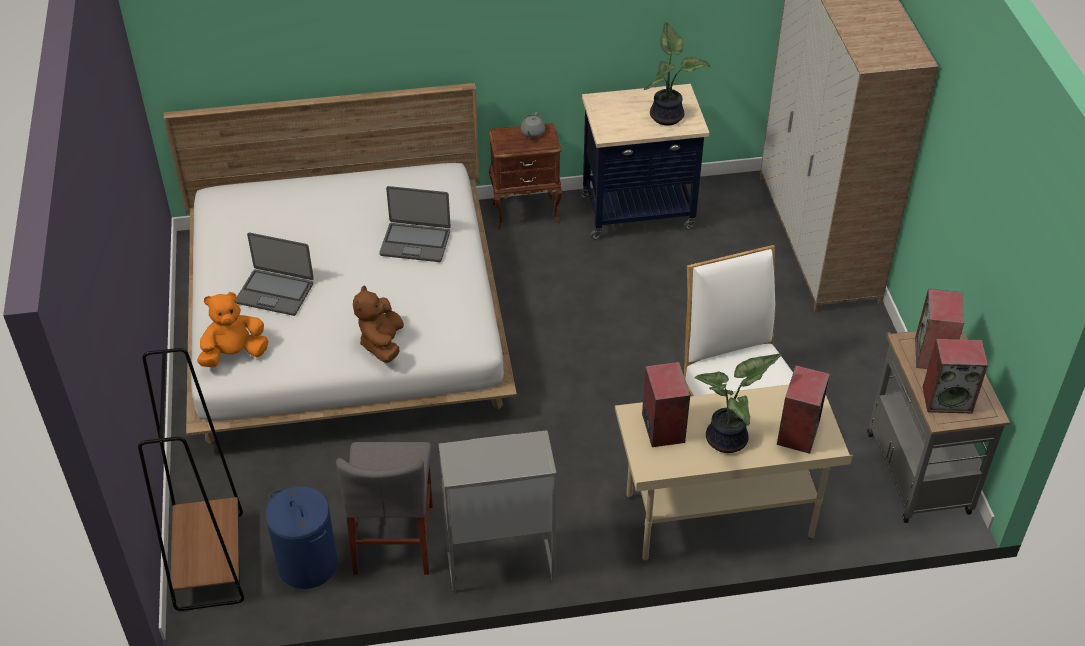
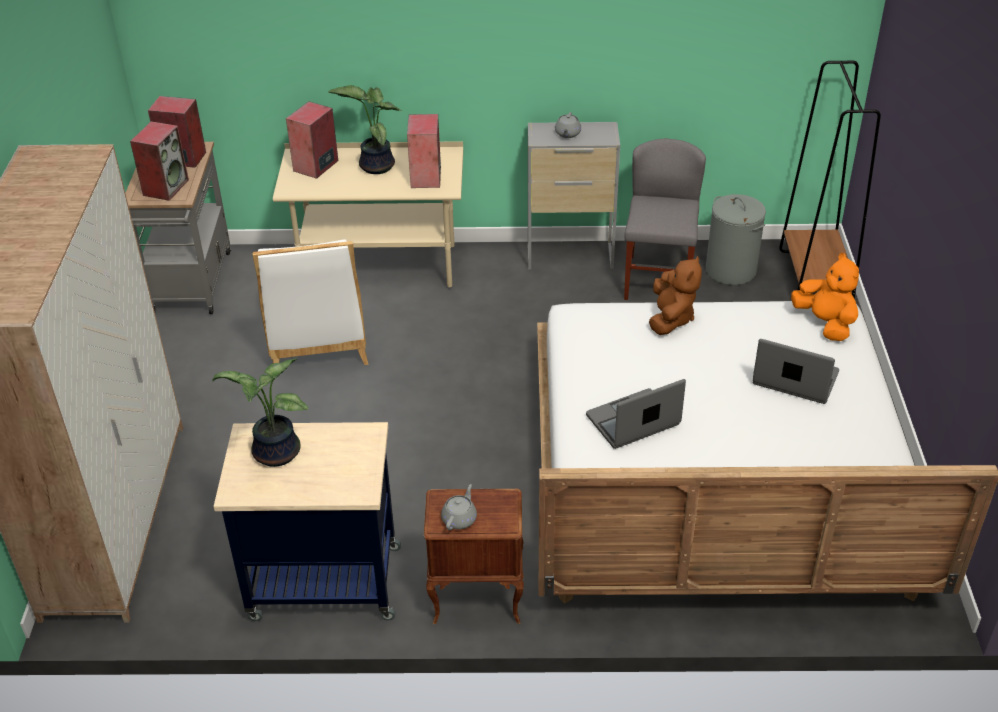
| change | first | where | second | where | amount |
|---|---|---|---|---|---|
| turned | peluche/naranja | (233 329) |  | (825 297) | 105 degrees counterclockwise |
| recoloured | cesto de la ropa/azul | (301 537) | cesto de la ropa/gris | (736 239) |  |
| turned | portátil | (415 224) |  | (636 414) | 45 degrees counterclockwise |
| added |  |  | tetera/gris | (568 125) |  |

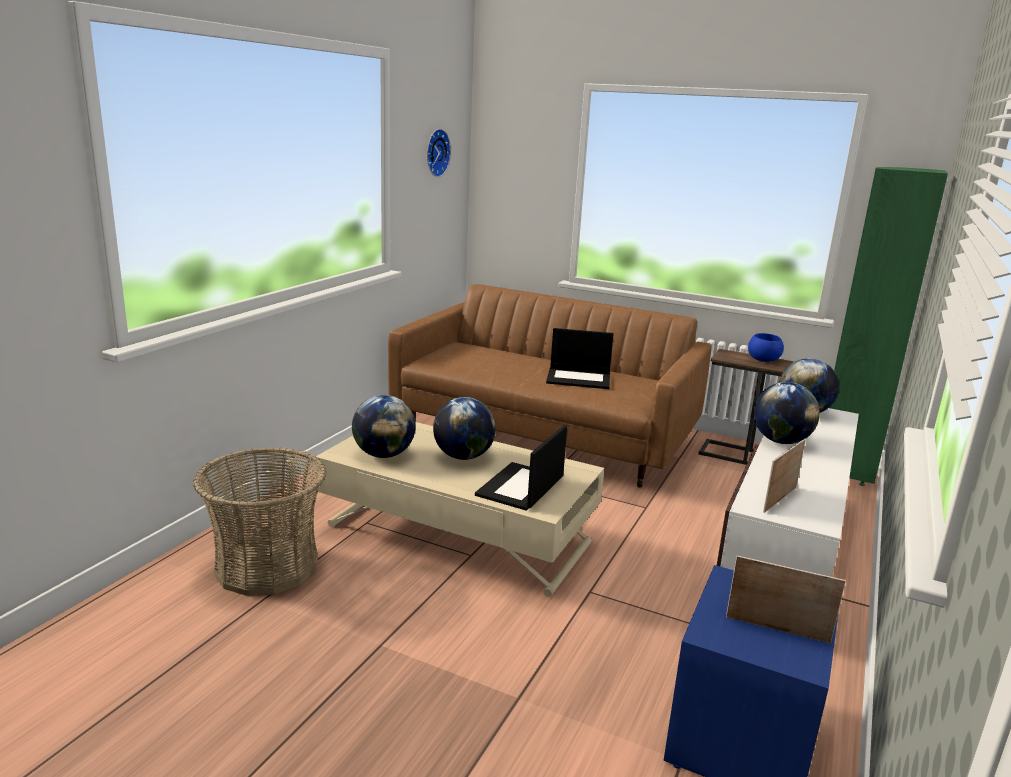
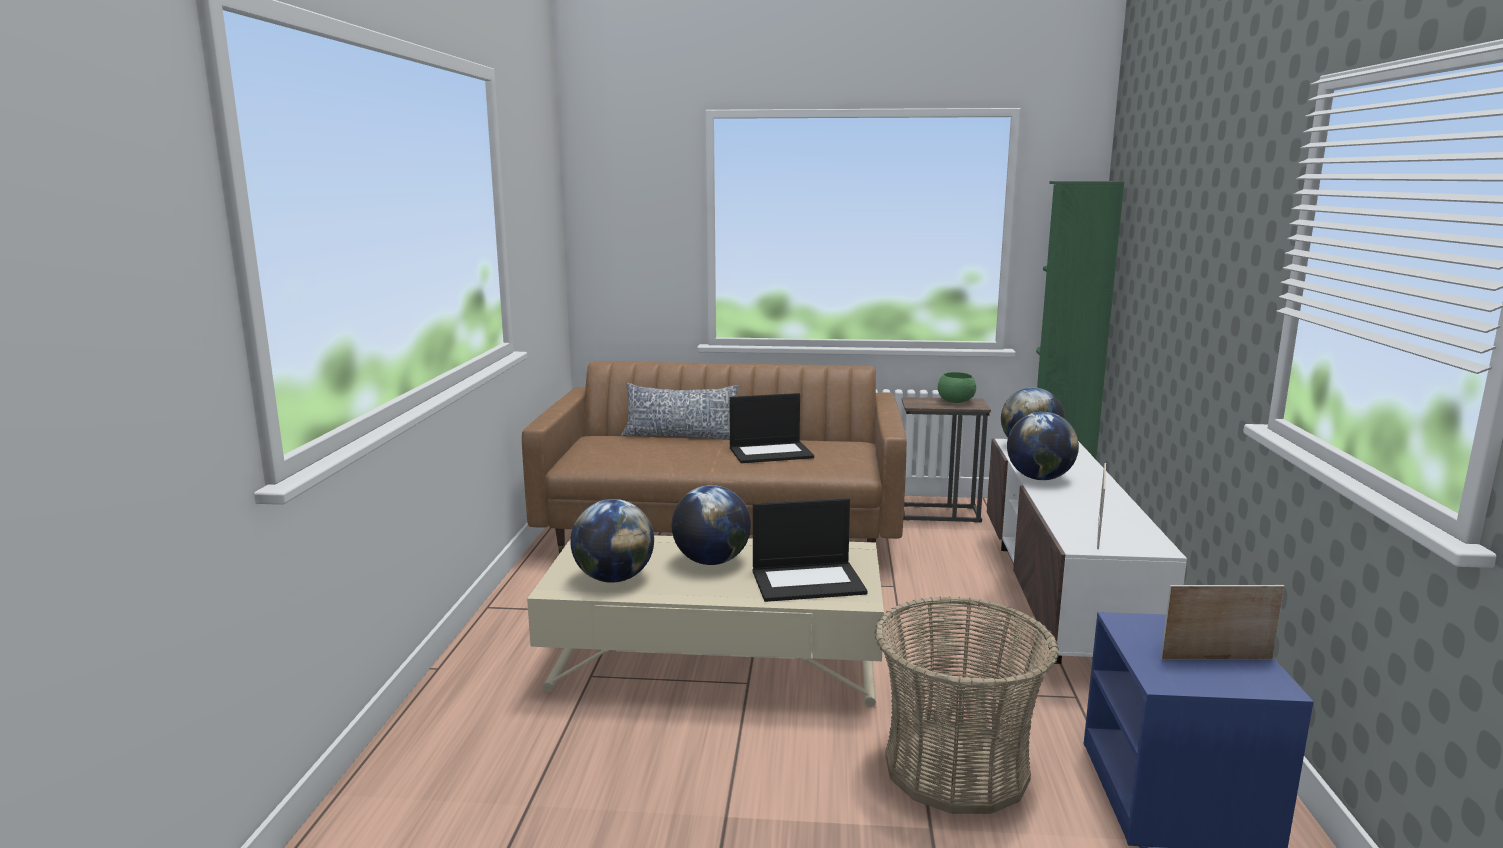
| change | first | where | second | where | amount |
|---|---|---|---|---|---|
| moved | cesta | (260 521) |  | (966 705) |  |
| removed | reloj de pared | (439 153) |  |  |  |
| turned | portátil | (521 468) |  | (810 550) | 105 degrees counterclockwise |
| recoloured | cuenco/azul | (766 347) | cuenco/verde | (957 387) |  |
| added |  |  | cojín | (680 411) |  |

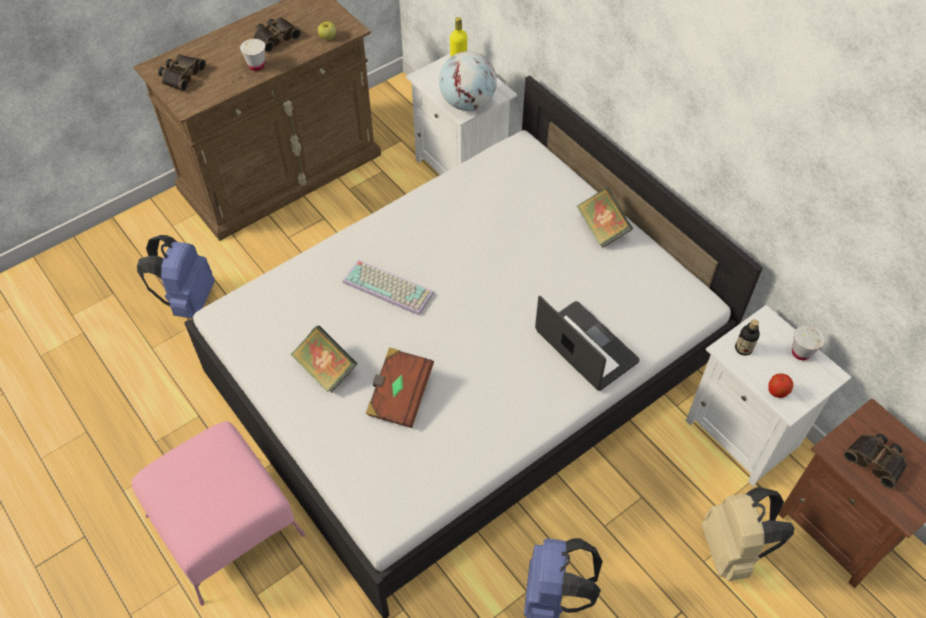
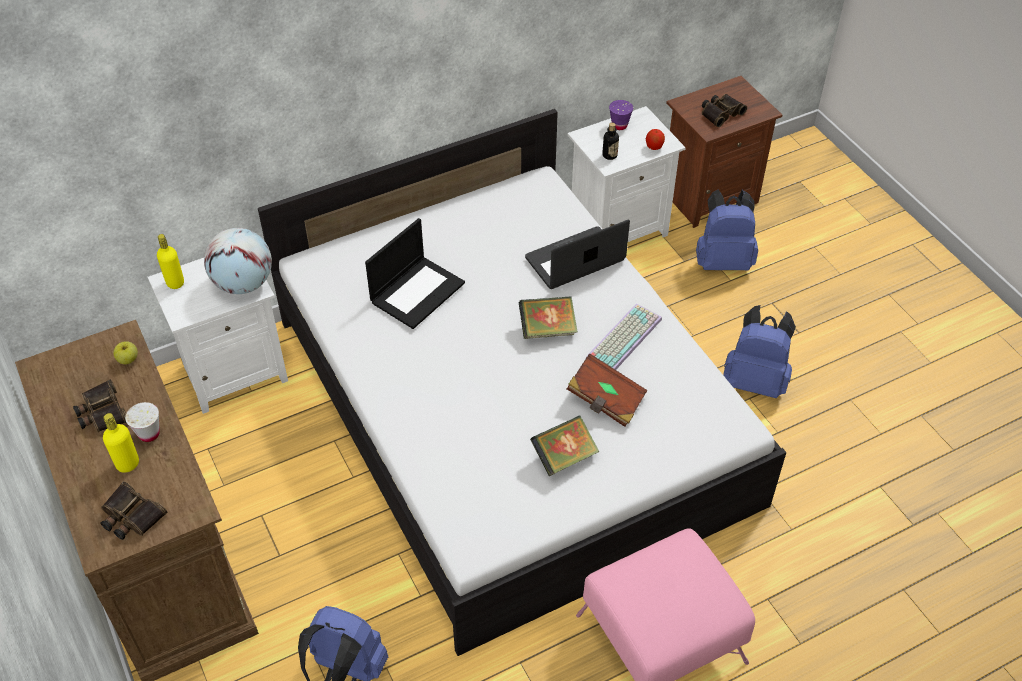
| change | first | where | second | where | amount |
|---|---|---|---|---|---|
| moved | teclado | (388 287) |  | (623 336) |  |
| moved | libro | (605 217) |  | (548 317) |  |
| recoloured | mochila/beis | (748 534) | mochila/azul | (727 230) |  |
| recoloured | taza/blanco | (808 342) | taza/morado | (621 115) |  |
| added |  |  | botella/amarillo | (121 443) |  |
| added |  |  | portátil | (415 273) |  |

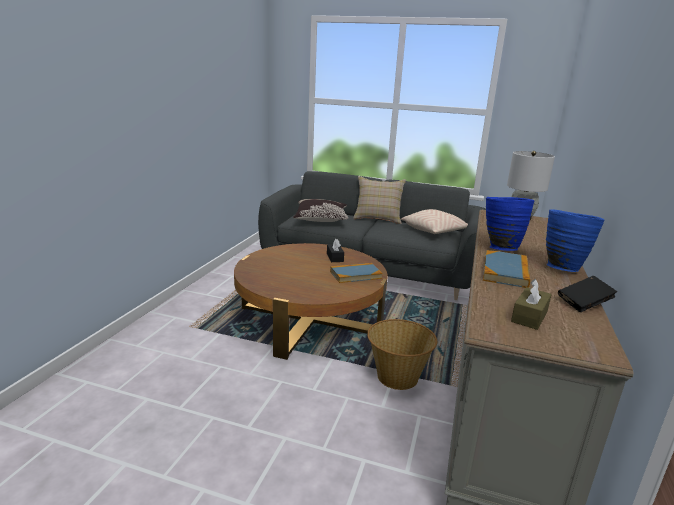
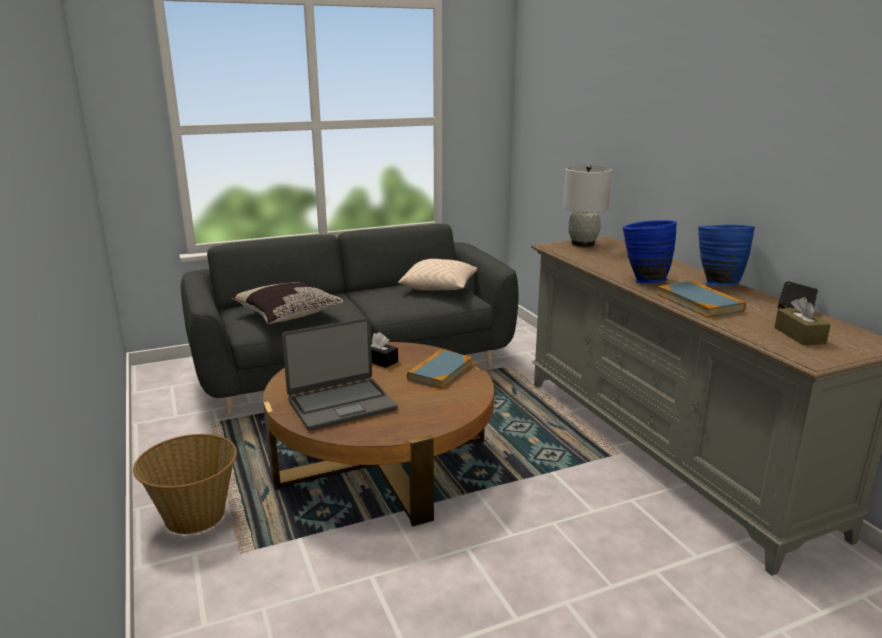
| change | first | where | second | where | amount |
|---|---|---|---|---|---|
| removed | cojín/beis | (379 200) |  |  |  |
| moved | cesta | (402 354) |  | (185 484) |  |
| added |  |  | portátil | (340 374) |  |

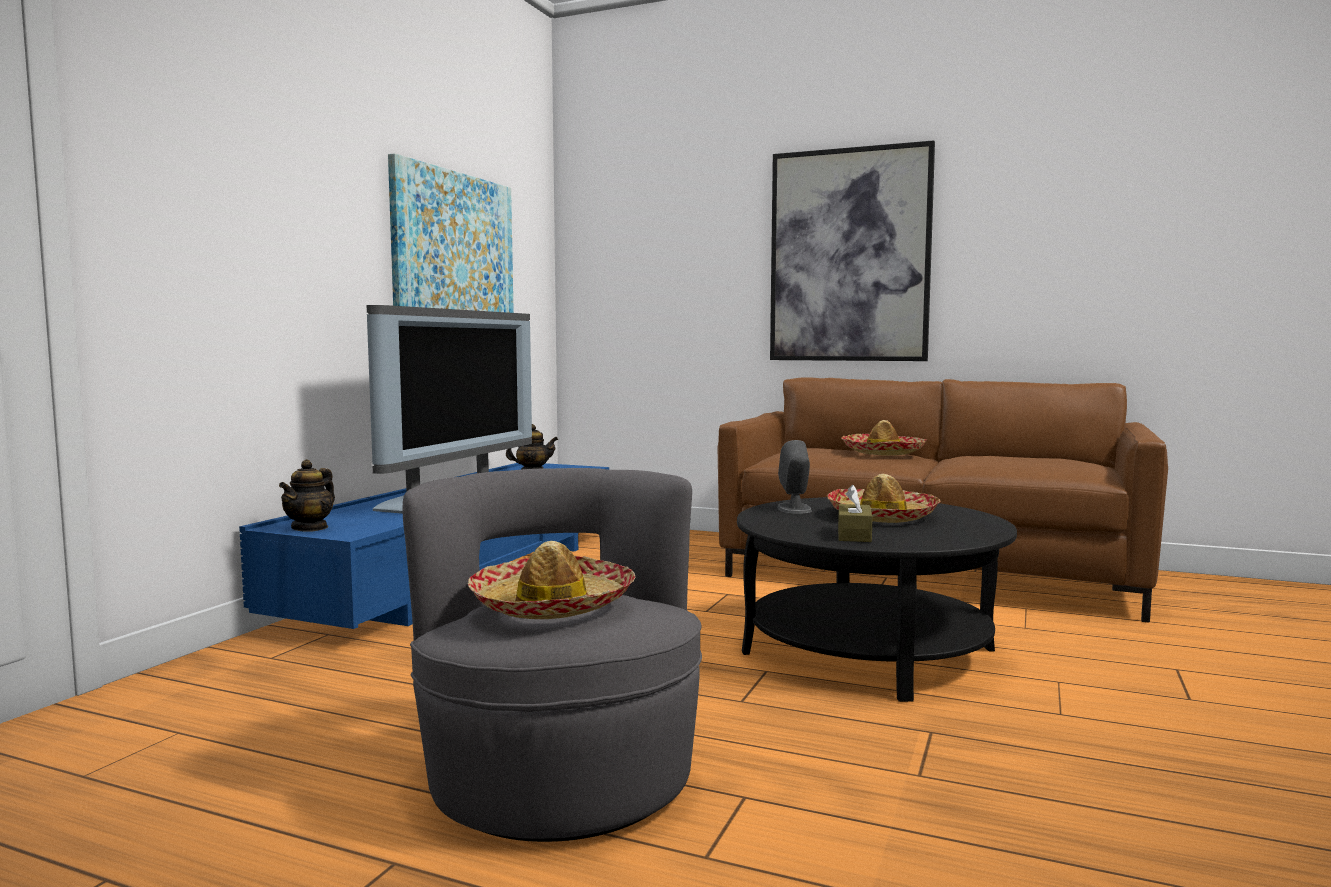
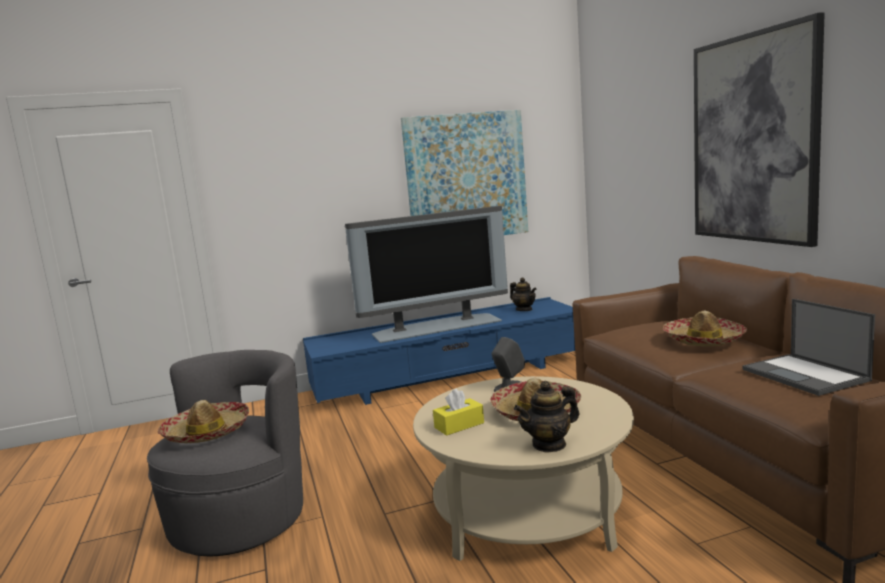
| change | first | where | second | where | amount |
|---|---|---|---|---|---|
| moved | tetera | (307 495) |  | (546 417) |  |
| recoloured | mesa de centro/negro | (877 599) | mesa de centro/beis | (523 468) |  |
| recoloured | caja de pañuelos/marrón | (855 513) | caja de pañuelos/amarillo | (458 412) |  |
| added |  |  | portátil | (808 347) |  |

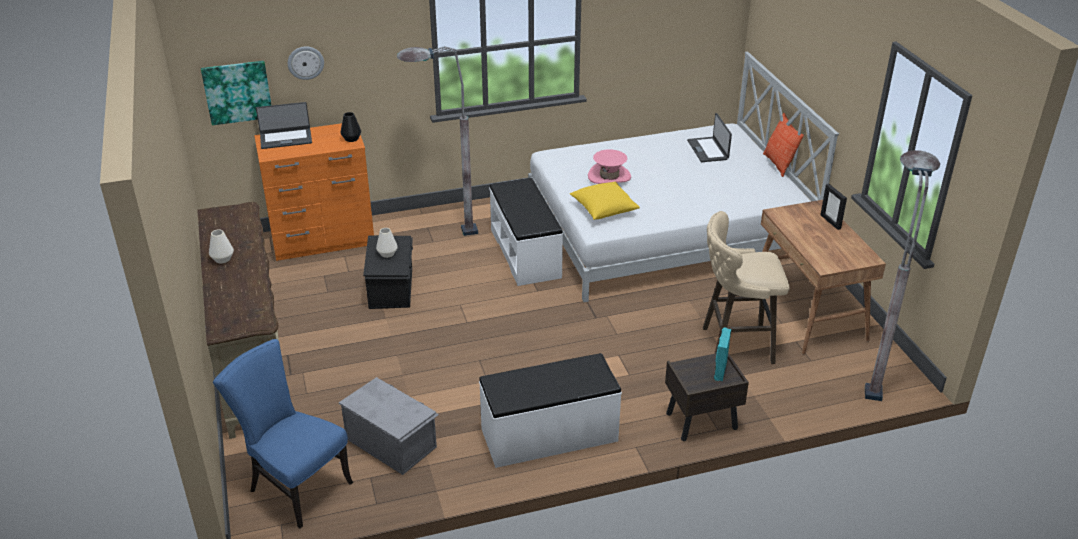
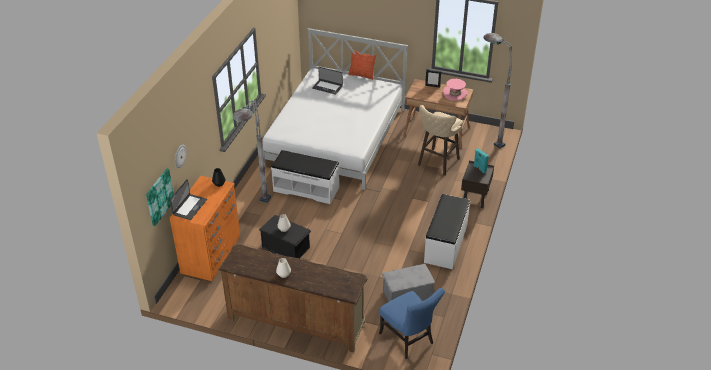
| change | first | where | second | where | amount |
|---|---|---|---|---|---|
| turned | silla/azul | (283 434) |  | (412 323) | 105 degrees counterclockwise |
| removed | cojín/amarillo | (605 201) |  |  |  |
| moved | sombrero/rosa | (609 167) |  | (455 90) |  |

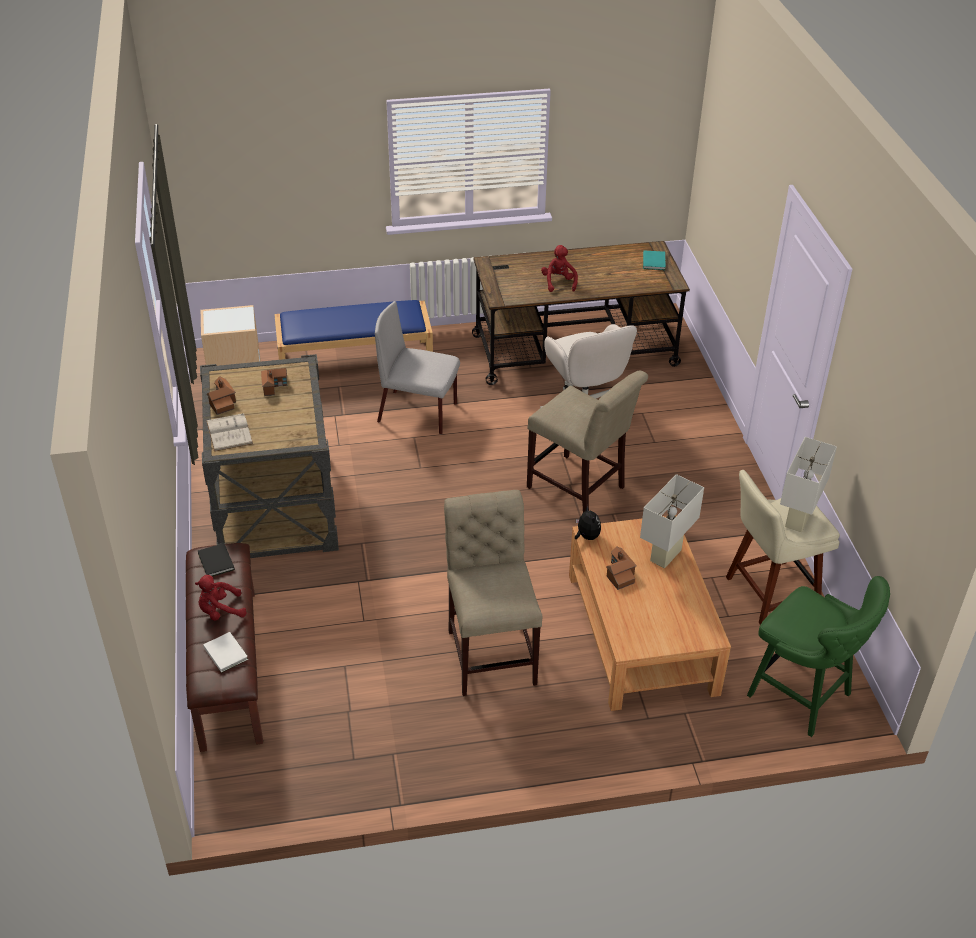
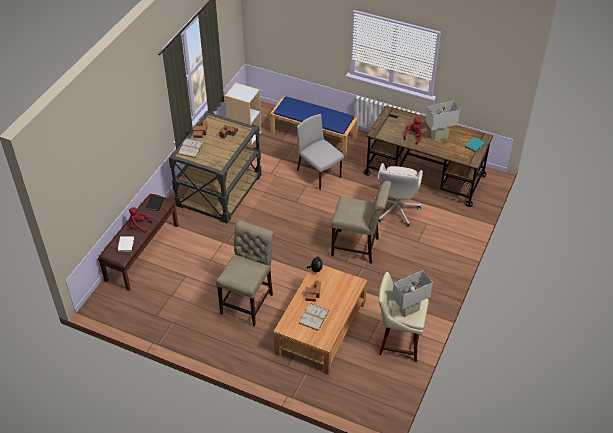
| change | first | where | second | where | amount |
|---|---|---|---|---|---|
| turned | silla/beis | (587 442) |  | (361 222) | 60 degrees counterclockwise |
| moved | lámpara de mesa/blanco | (672 521) |  | (442 121) |  |
| removed | taburete/verde | (818 656) |  |  |  |
| added |  |  | libro/blanco | (314 317) |  |

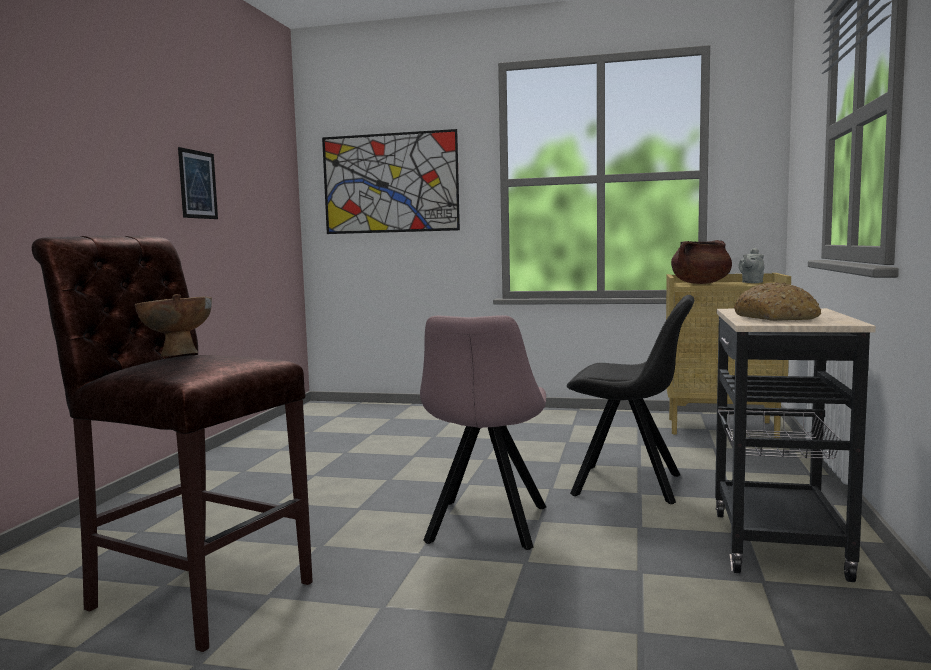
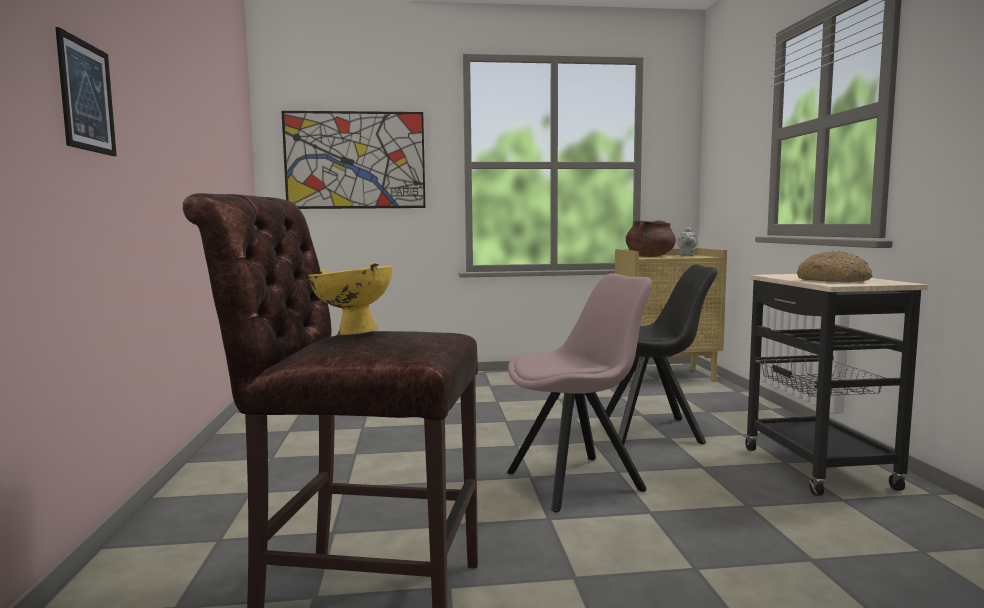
| change | first | where | second | where | amount |
|---|---|---|---|---|---|
| recoloured | cuenco/marrón | (173 325) | cuenco/amarillo | (349 298) |  |
| moved | cuadro | (198 183) |  | (86 91) |  |
| turned | silla/rosa | (483 432) |  | (579 392) | 105 degrees counterclockwise |

